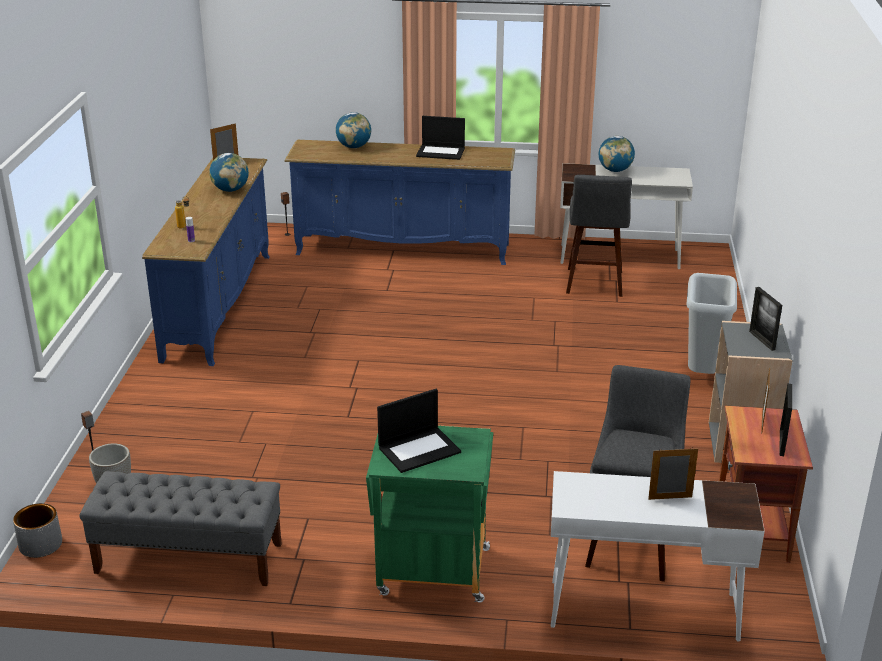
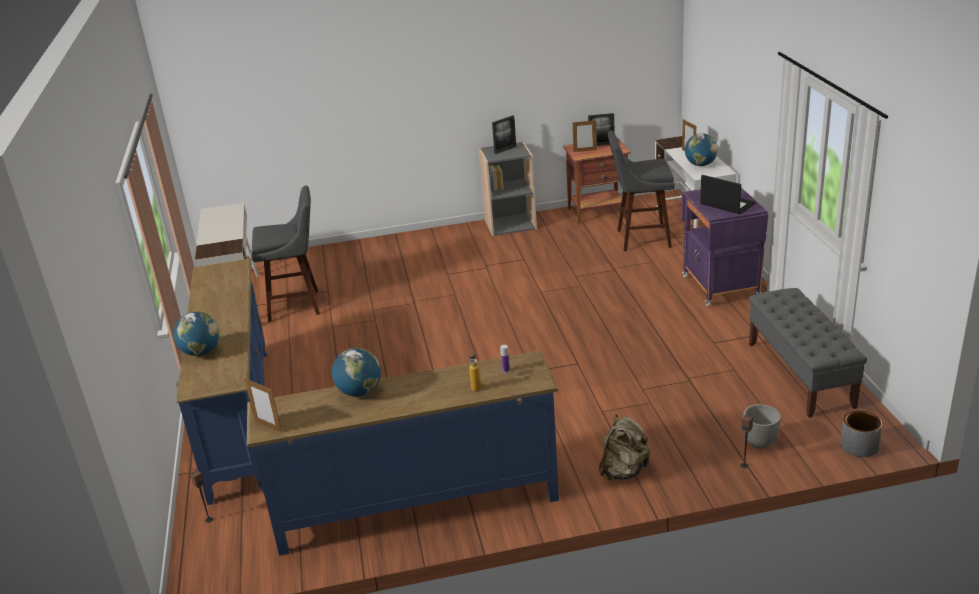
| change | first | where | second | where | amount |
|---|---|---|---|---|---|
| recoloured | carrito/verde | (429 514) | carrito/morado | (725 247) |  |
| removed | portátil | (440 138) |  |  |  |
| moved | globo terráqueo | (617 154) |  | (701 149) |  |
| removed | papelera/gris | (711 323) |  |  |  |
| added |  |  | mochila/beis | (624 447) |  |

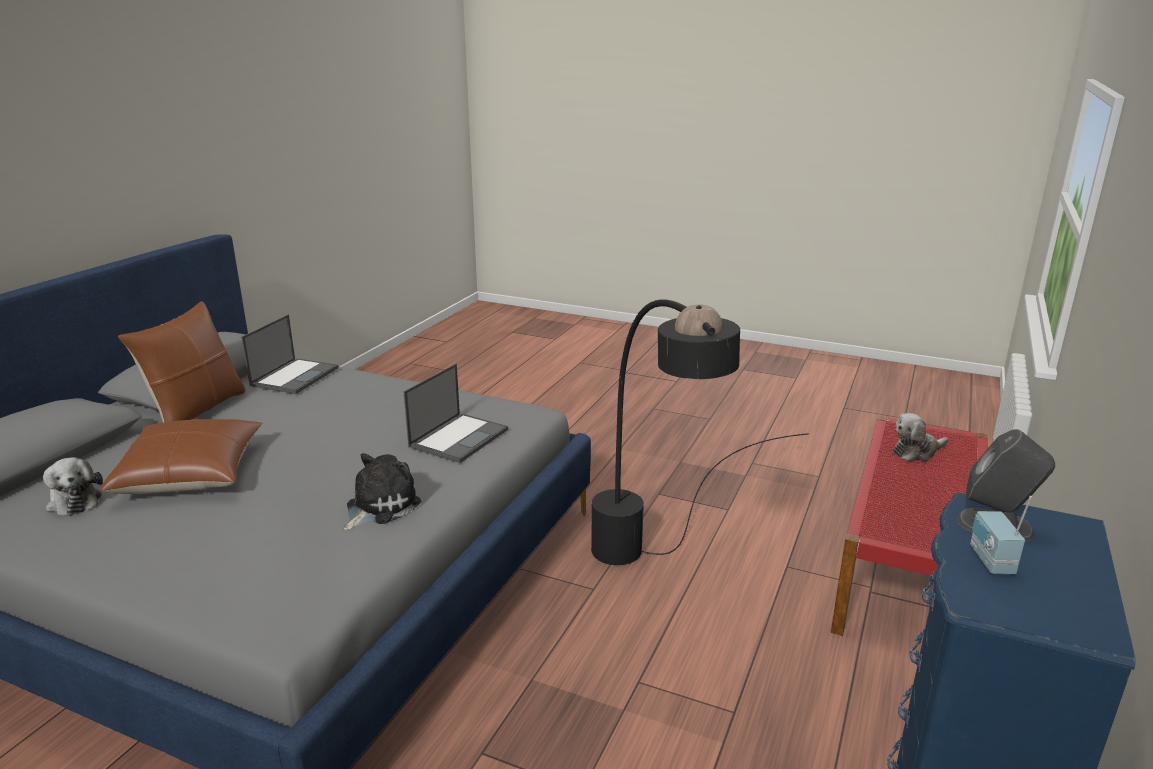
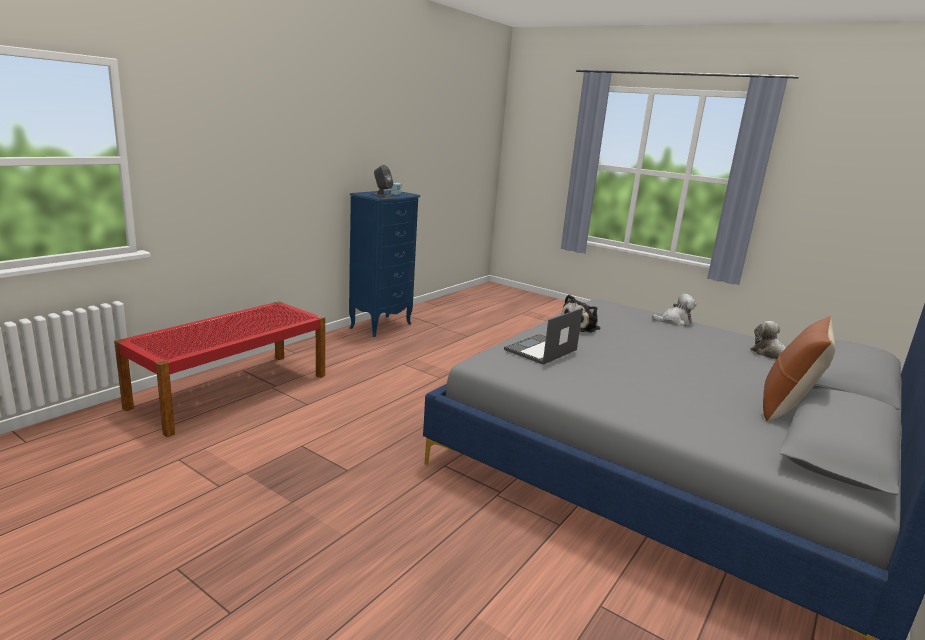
| change | first | where | second | where | amount |
|---|---|---|---|---|---|
| removed | cojín/marrón | (181 456) |  |  |  |
| removed | portátil | (289 354) |  |  |  |
| removed | lámpara de pie/negro | (700 432) |  |  |  |
| moved | peluche | (921 437) |  | (674 310) |  |

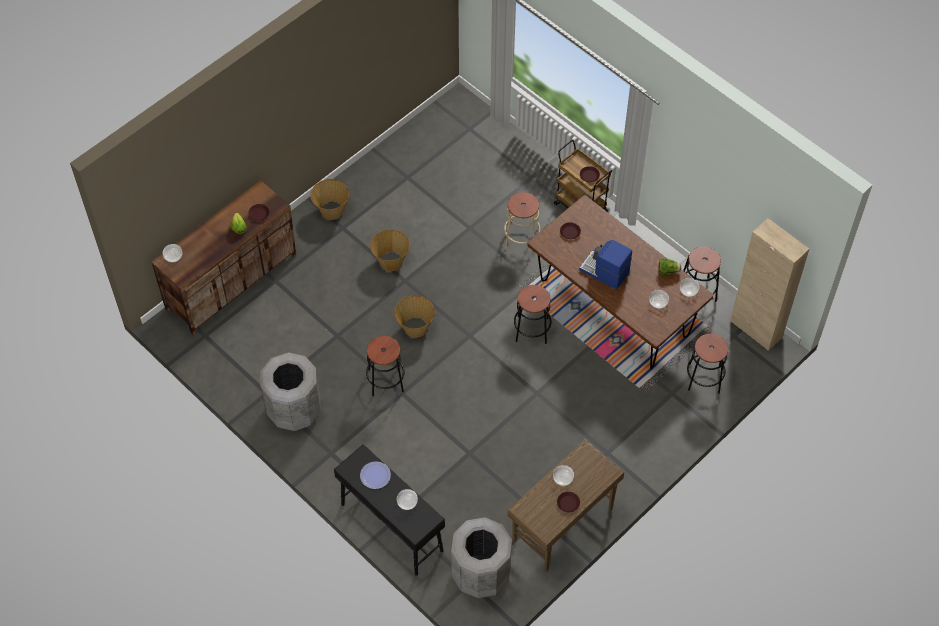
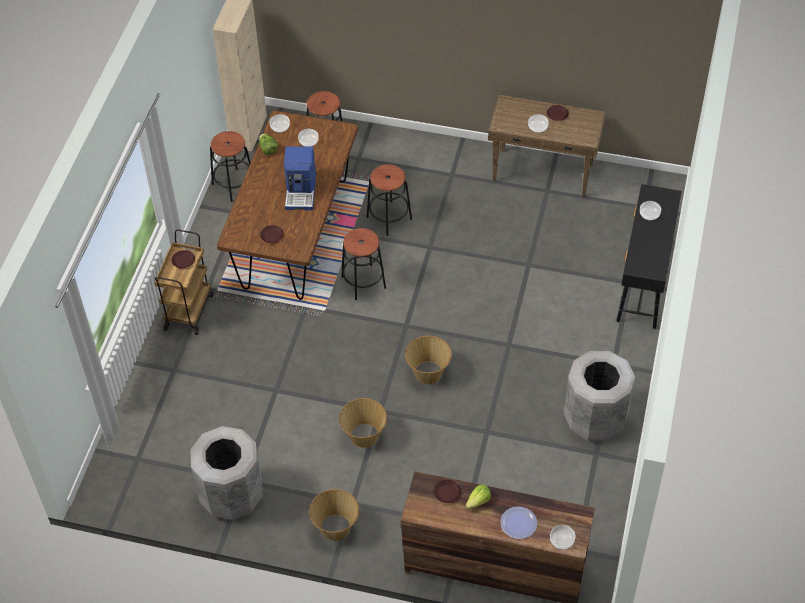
| change | first | where | second | where | amount |
|---|---|---|---|---|---|
| moved | plato | (375 475) |  | (518 522) |  |
| moved | taburete/negro | (385 366) |  | (389 200) |  |
| moved | papelera/gris | (481 557) |  | (226 473) |  |
| removed | taburete/beis | (522 222) |  |  |  |

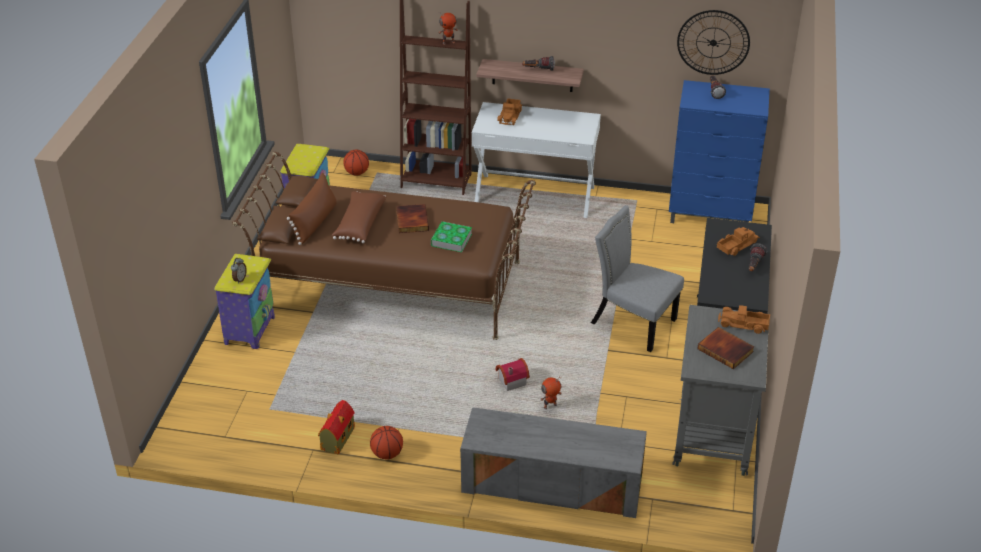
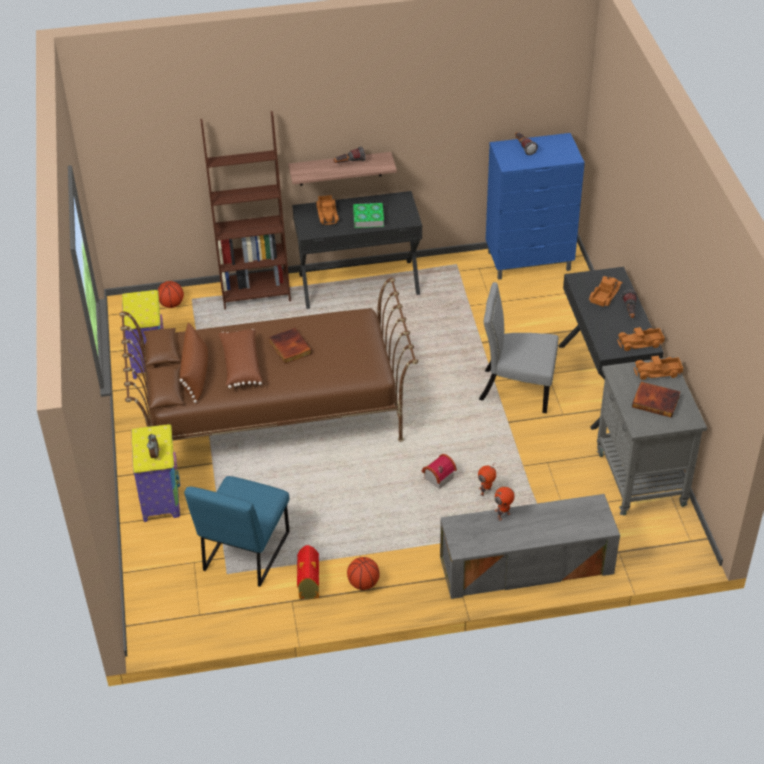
| change | first | where | second | where | amount |
|---|---|---|---|---|---|
| moved | libro | (451 236) |  | (368 215) |  |
| moved | robot de juguete | (448 28) |  | (504 504) |  |
| recoloured | escritorio/blanco | (536 160) | escritorio/negro | (357 250) |  |
| removed | reloj de pared | (713 42) |  |  |  |
| added |  |  | silla/azul | (237 531) |  |
| added |  |  | camión de juguete | (641 339) |  |

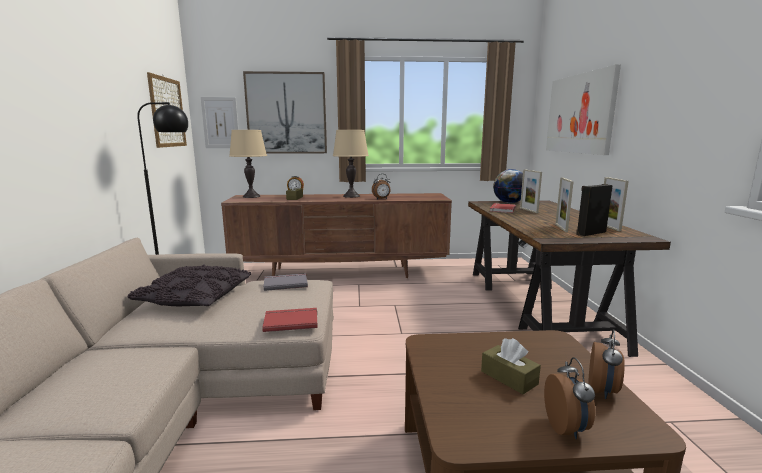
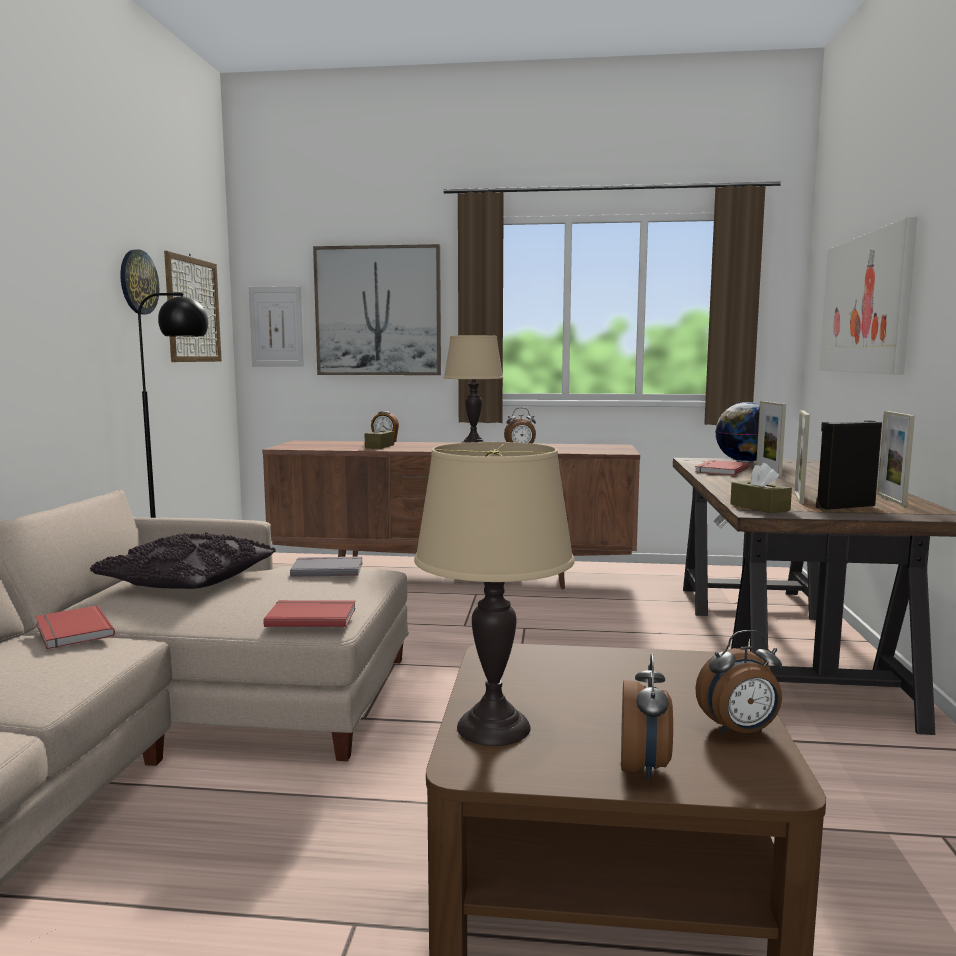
| change | first | where | second | where | amount |
|---|---|---|---|---|---|
| moved | lámpara de mesa/beis | (248 164) |  | (494 594) |  |
| moved | caja de pañuelos/marrón | (511 366) |  | (761 488) |  |
| turned | despertador | (606 364) |  | (738 682) | 45 degrees clockwise |
| added |  |  | libro/rojo | (75 627) |  |
| added |  |  | reloj de pared | (139 281) |  |

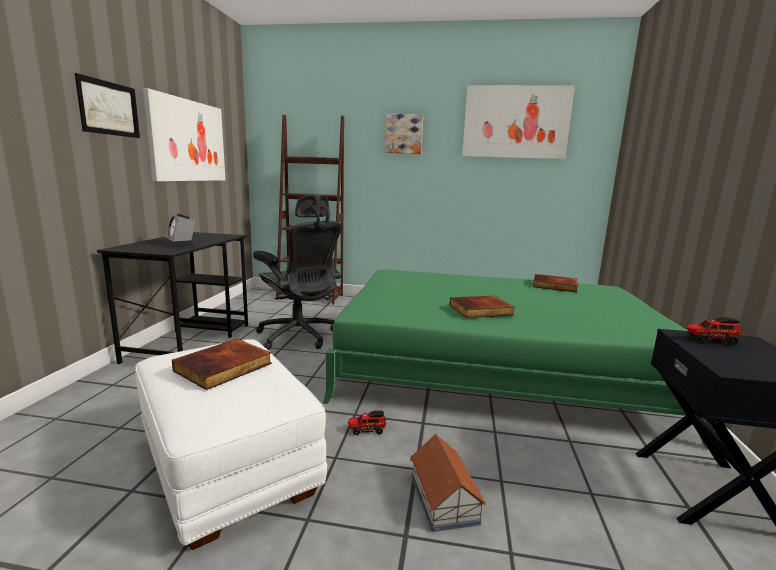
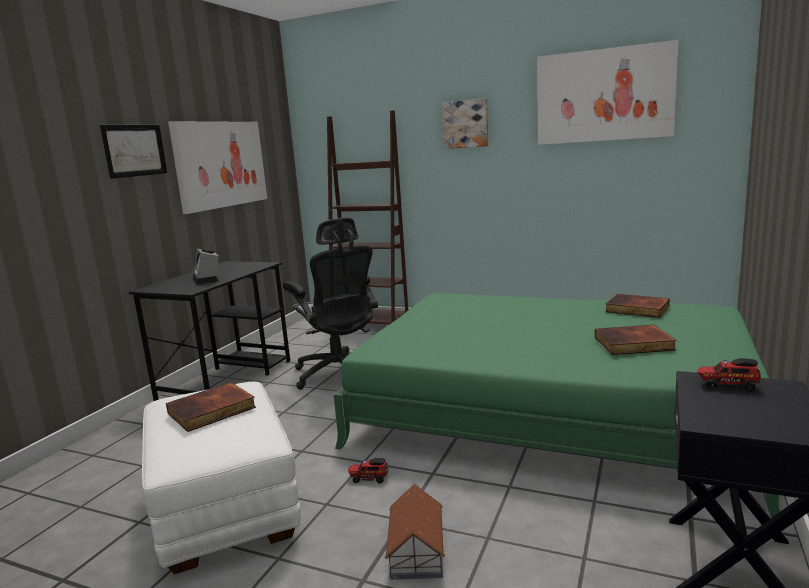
| change | first | where | second | where | amount |
|---|---|---|---|---|---|
| moved | libro | (482 307) |  | (636 340) |  |

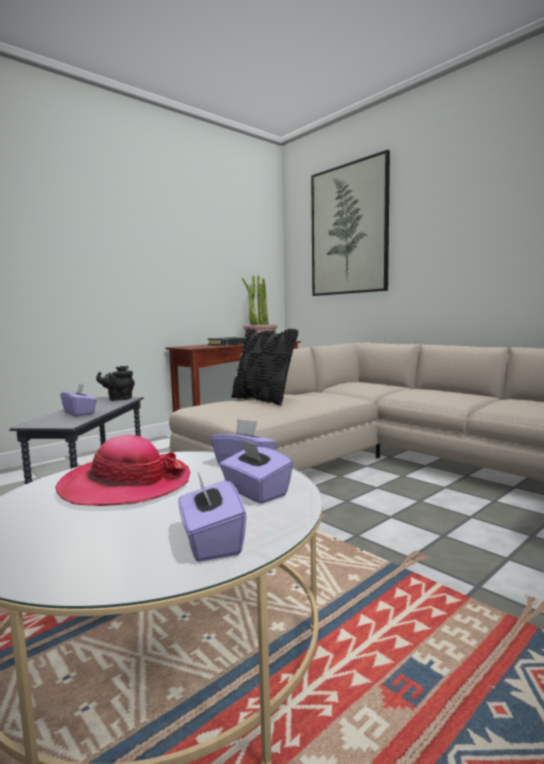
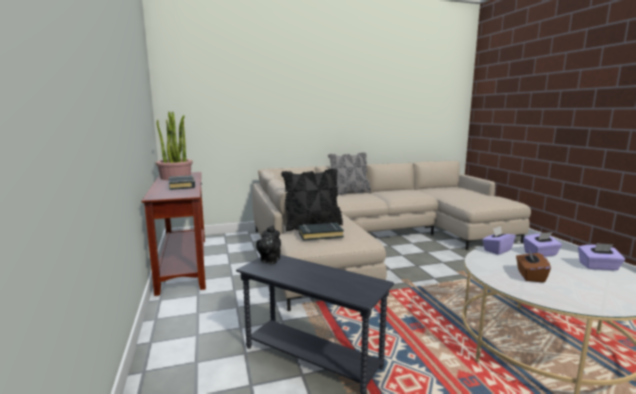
| change | first | where | second | where | amount |
|---|---|---|---|---|---|
| replaced | sombrero | (122 470) | caja de pañuelos/marrón | (533 266) |  |
| removed | caja de pañuelos/morado | (78 400) |  |  |  |
| removed | cuadro | (350 223) |  |  |  |
| added |  |  | libro/negro | (321 232) |  |
| added |  |  | cojín/gris | (349 173) |  |

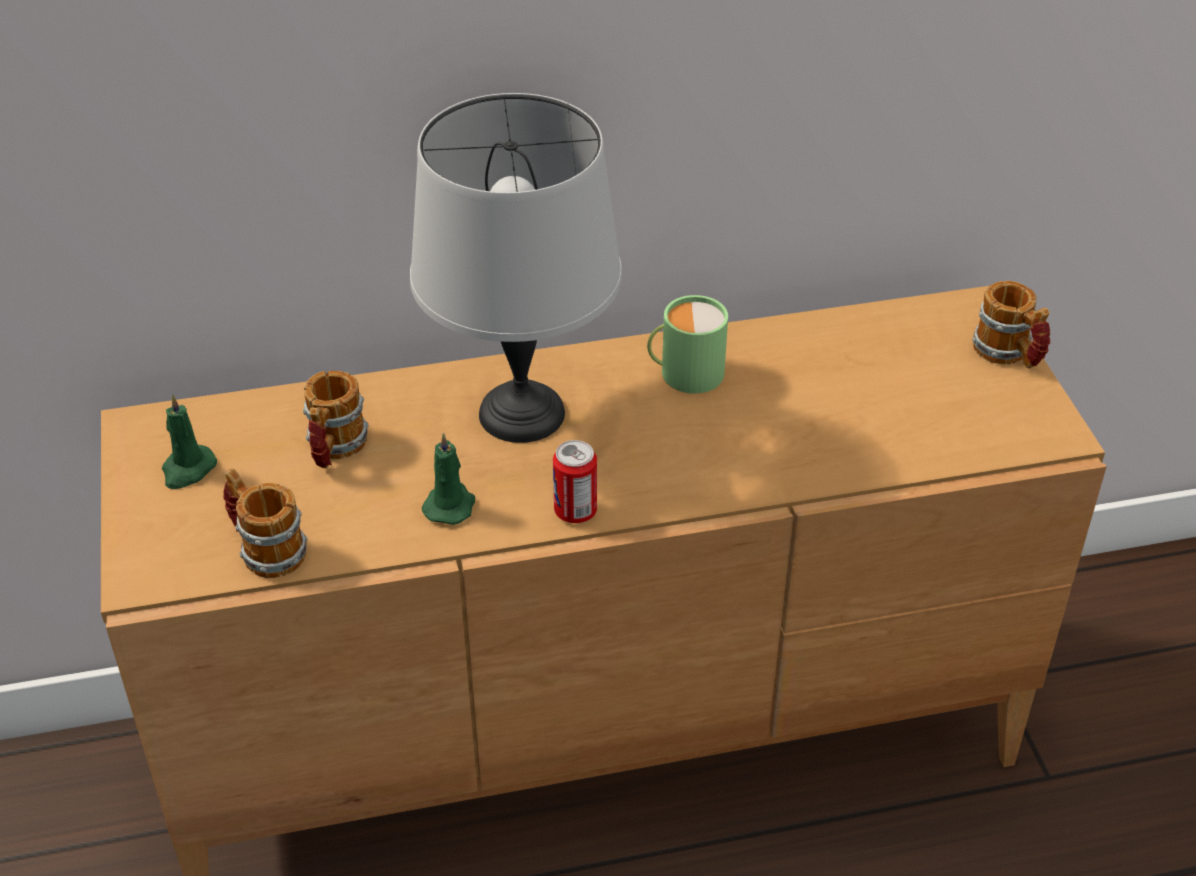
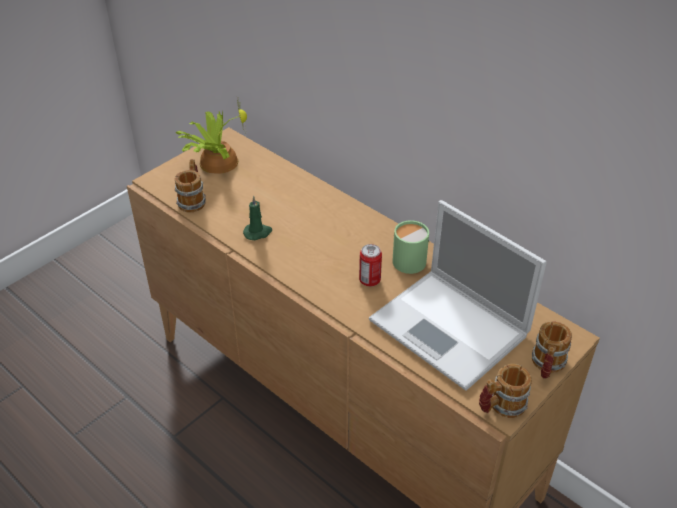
| change | first | where | second | where | amount |
|---|---|---|---|---|---|
| replaced | vela/verde | (189 441) | planta en maceta | (211 135) |  |
| moved | taza grande | (335 420) |  | (505 391) |  |
| removed | lámpara de mesa/gris | (516 268) |  |  |  |
| moved | lata | (575 481) |  | (370 265) |  |
| added |  |  | portátil | (458 295) |  |

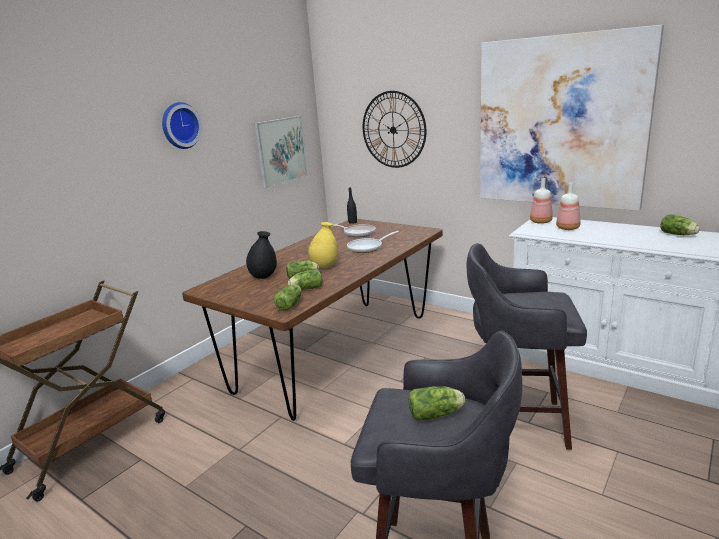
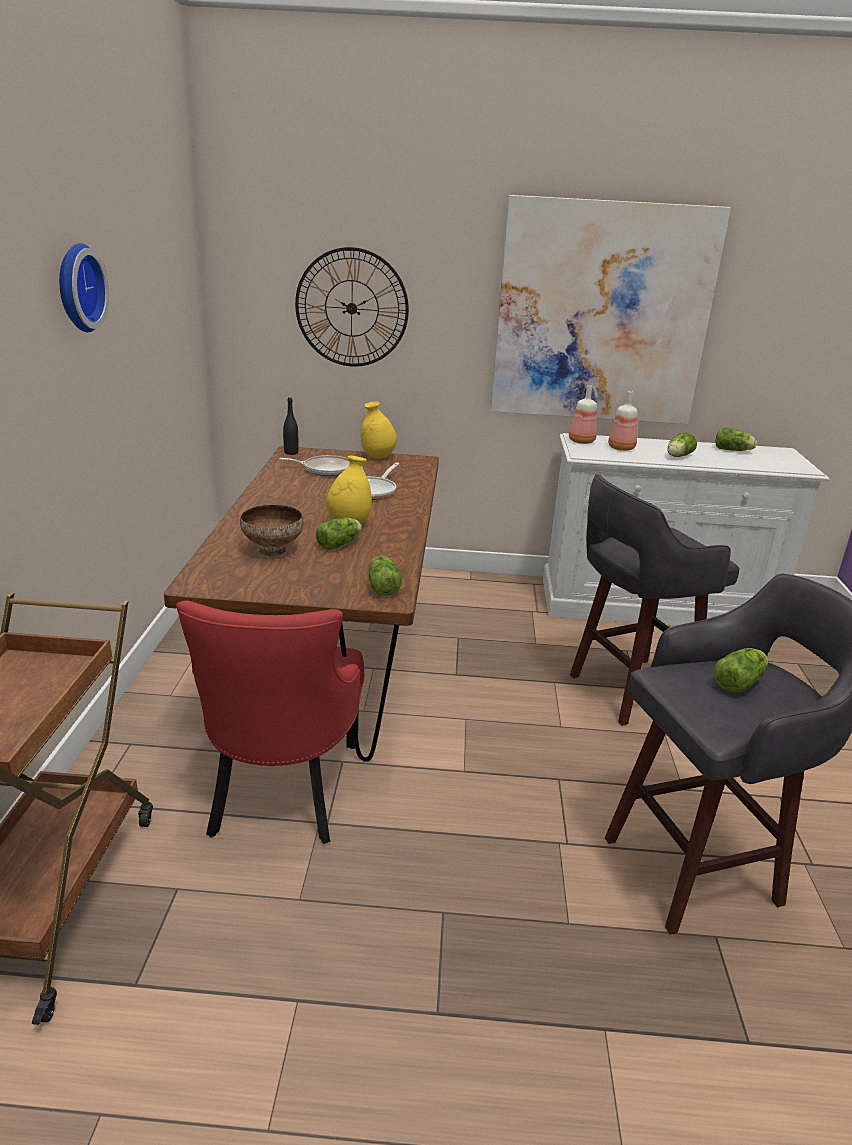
| change | first | where | second | where | amount |
|---|---|---|---|---|---|
| replaced | florero/negro | (261 255) | cuenco | (271 530) |  |
| removed | cuadro | (281 152) |  |  |  |
| moved | lechuga | (305 279) |  | (682 444) |  |
| added |  |  | silla/rojo | (270 722) |  |
| added |  |  | florero/amarillo | (379 430) |  |

